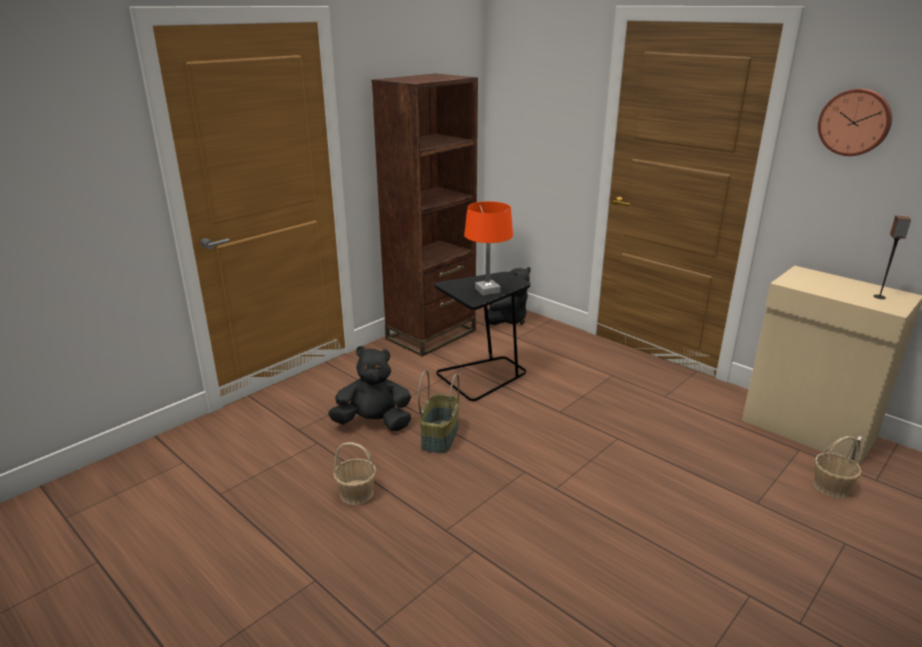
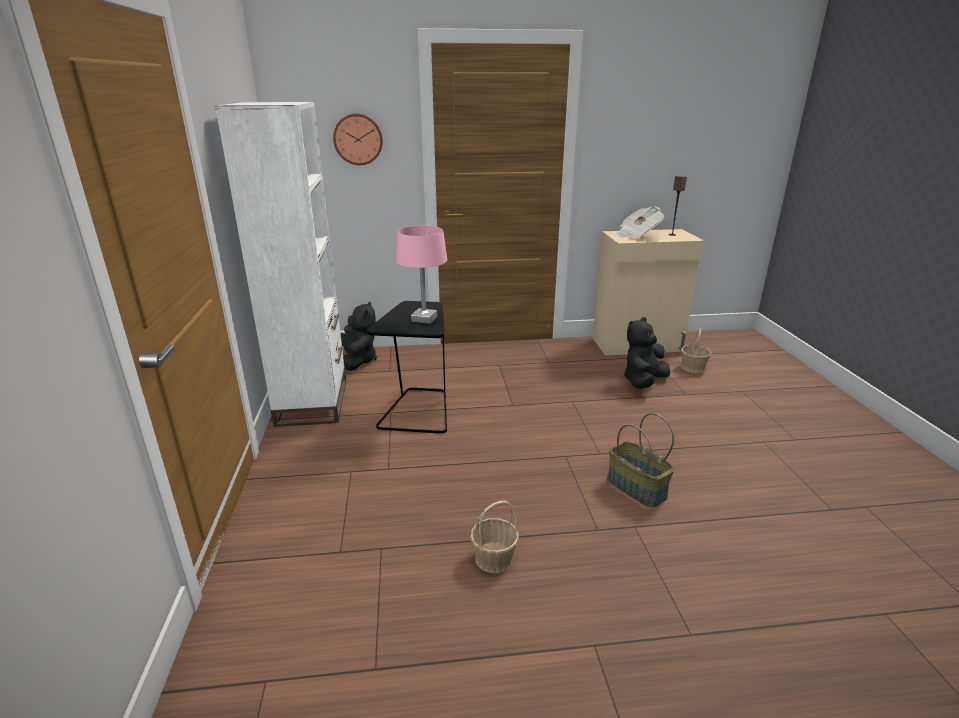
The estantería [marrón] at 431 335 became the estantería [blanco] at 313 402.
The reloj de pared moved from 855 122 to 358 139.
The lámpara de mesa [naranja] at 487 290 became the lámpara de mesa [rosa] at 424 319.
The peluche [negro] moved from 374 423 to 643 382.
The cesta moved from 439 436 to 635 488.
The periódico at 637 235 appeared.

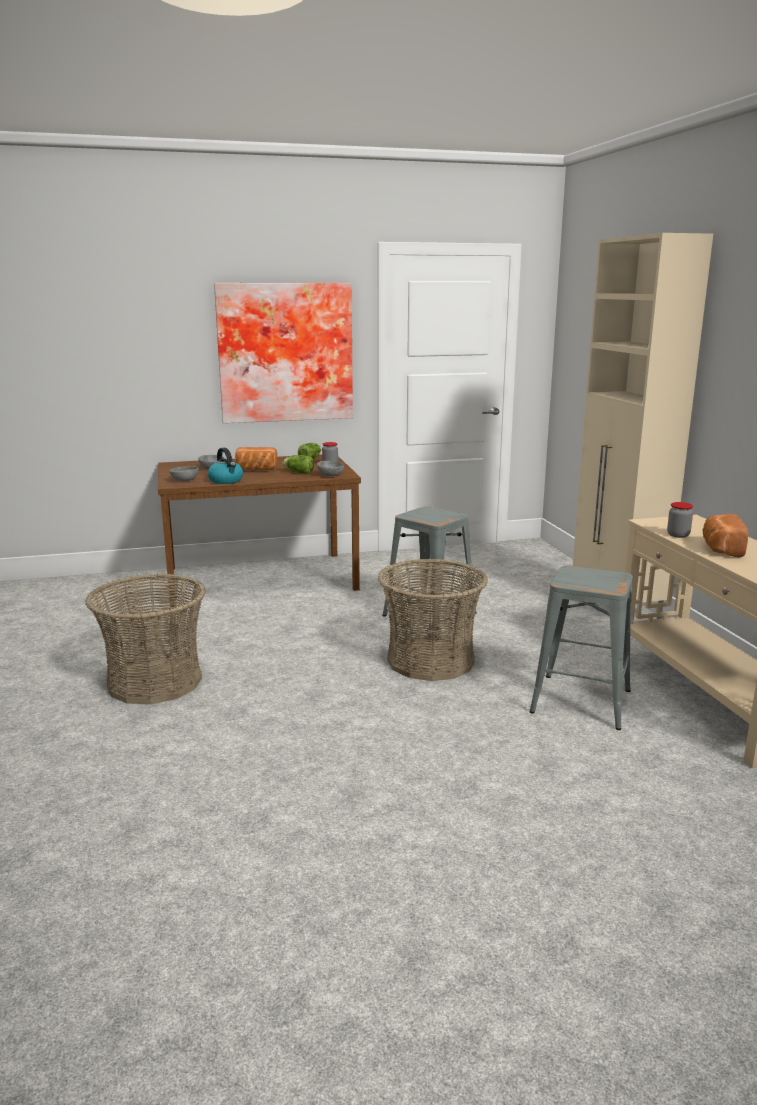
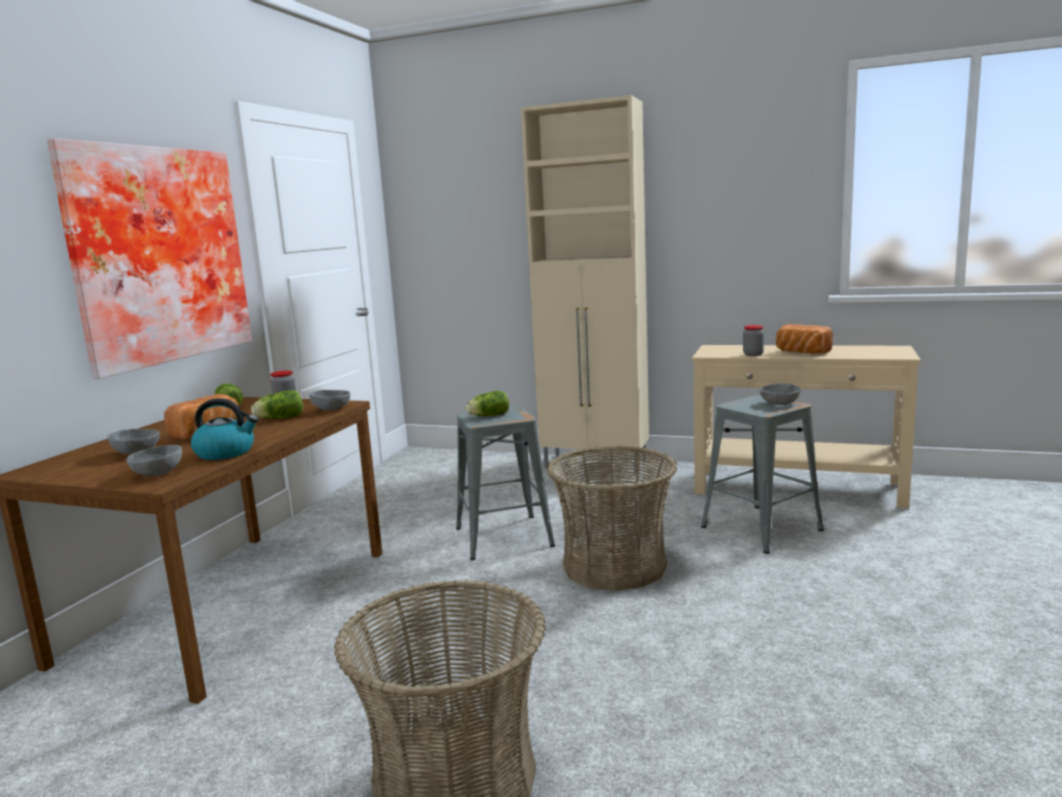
The cuenco [gris] at 779 404 appeared.
The lechuga at 487 416 appeared.

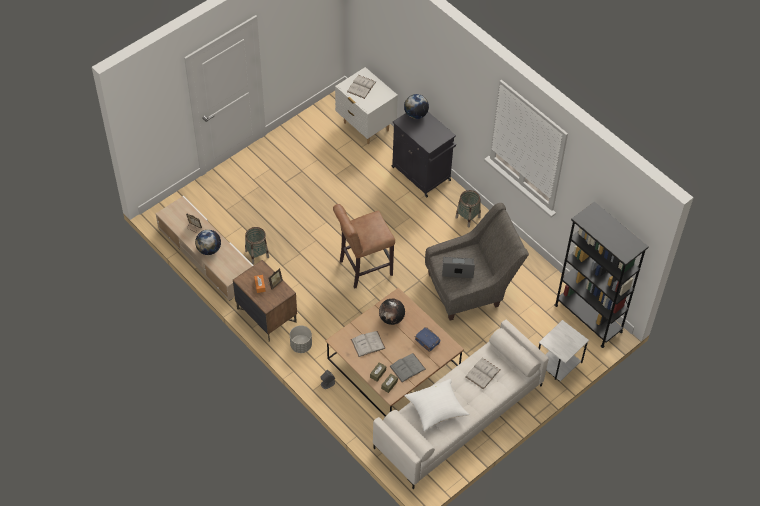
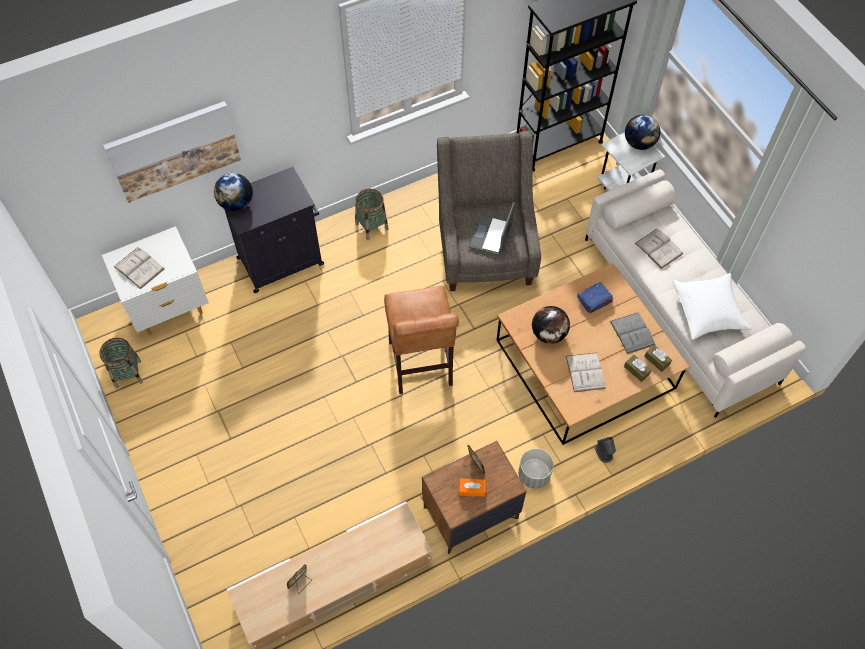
The cesta moved from 257 254 to 128 373.
The globo terráqueo moved from 209 249 to 639 143.
The cuadro at 174 150 appeared.

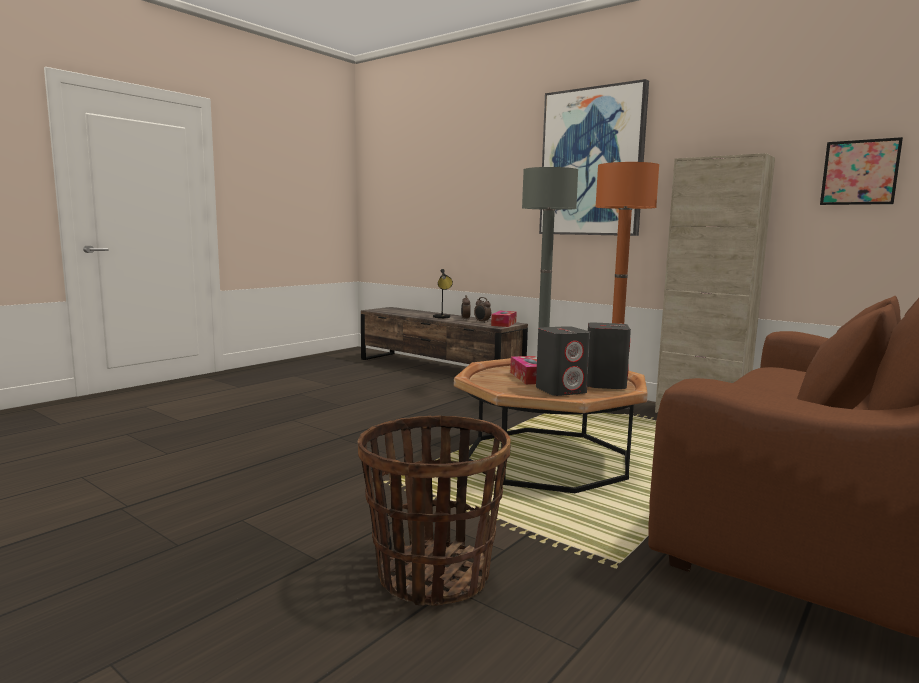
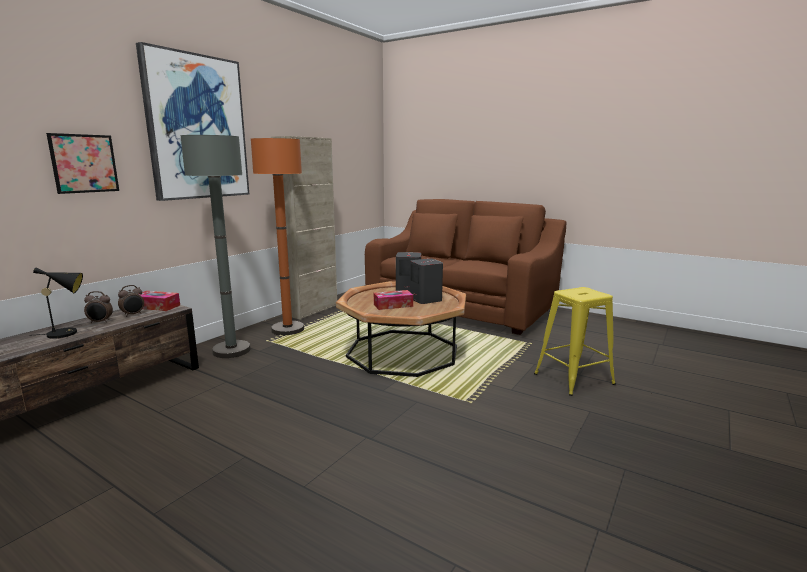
The cuadro moved from 859 172 to 84 163.
The cesta at 432 575 was replaced by the taburete [amarillo] at 573 379.

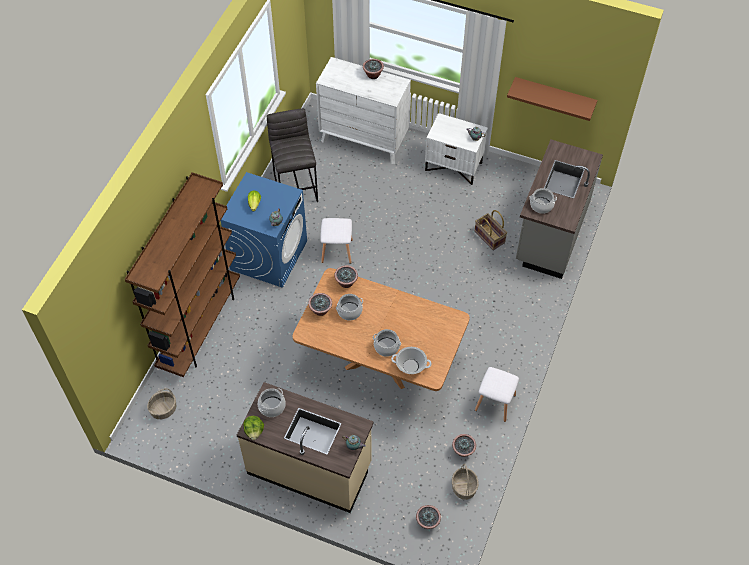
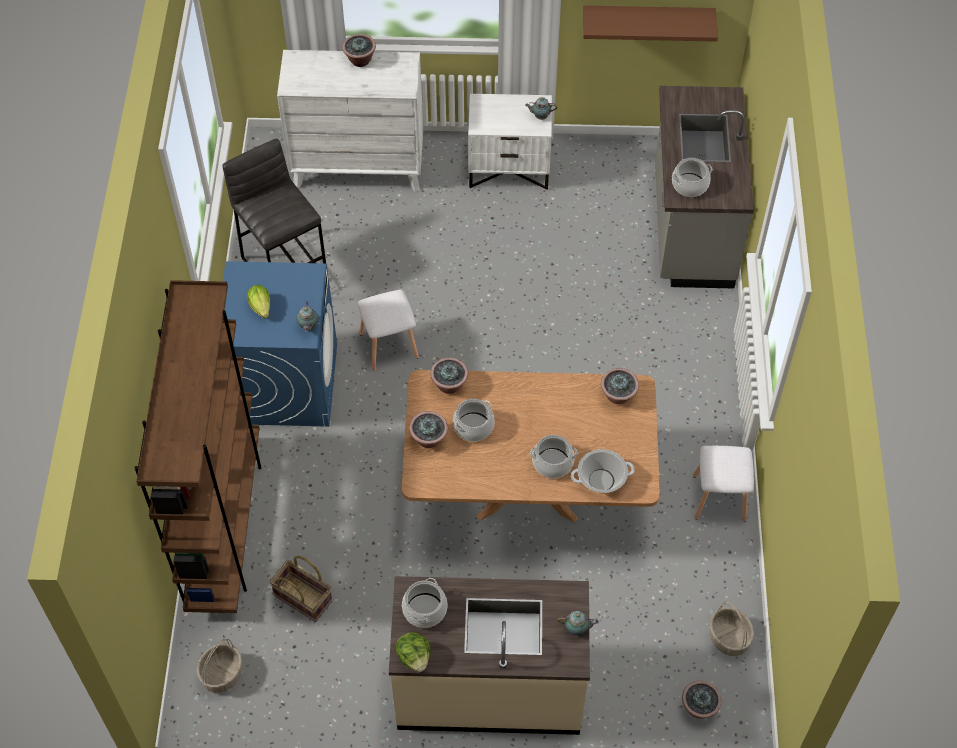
The cesta moved from 490 237 to 304 597.
The planta en maceta moved from 463 451 to 618 396.

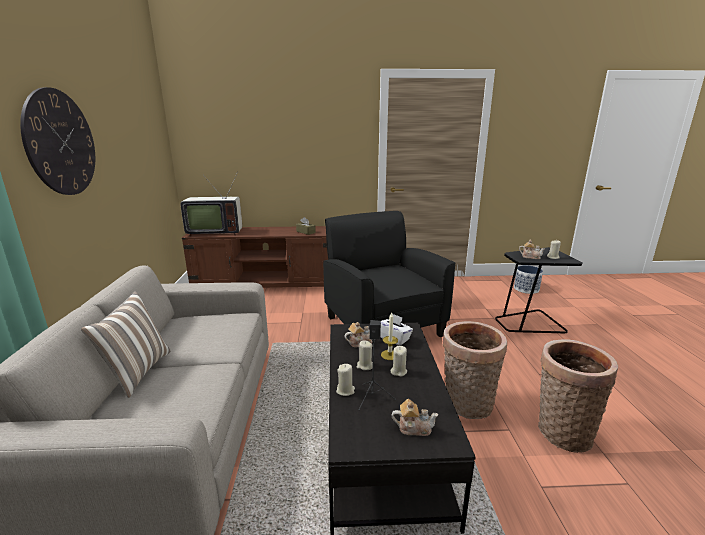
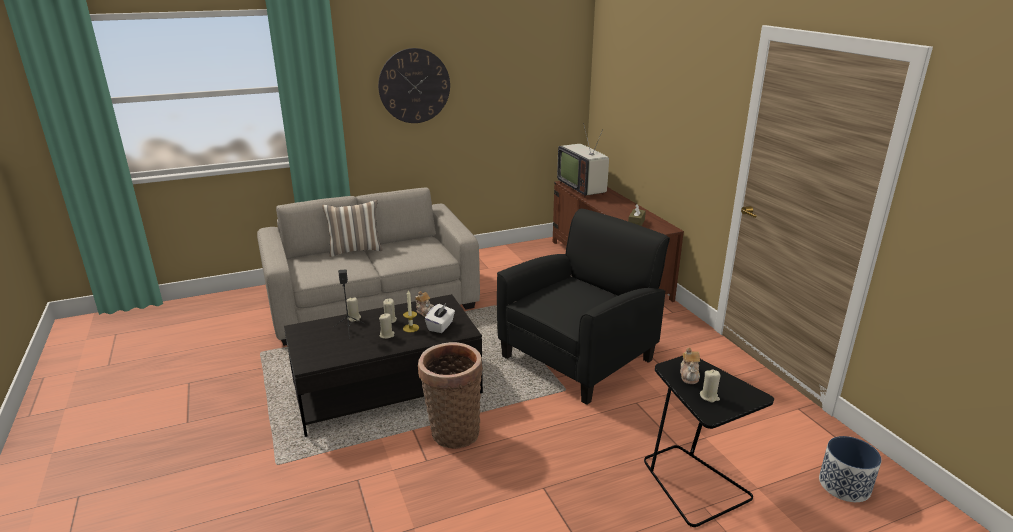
The cesta at 561 431 disappeared.
The tetera at 413 428 disappeared.

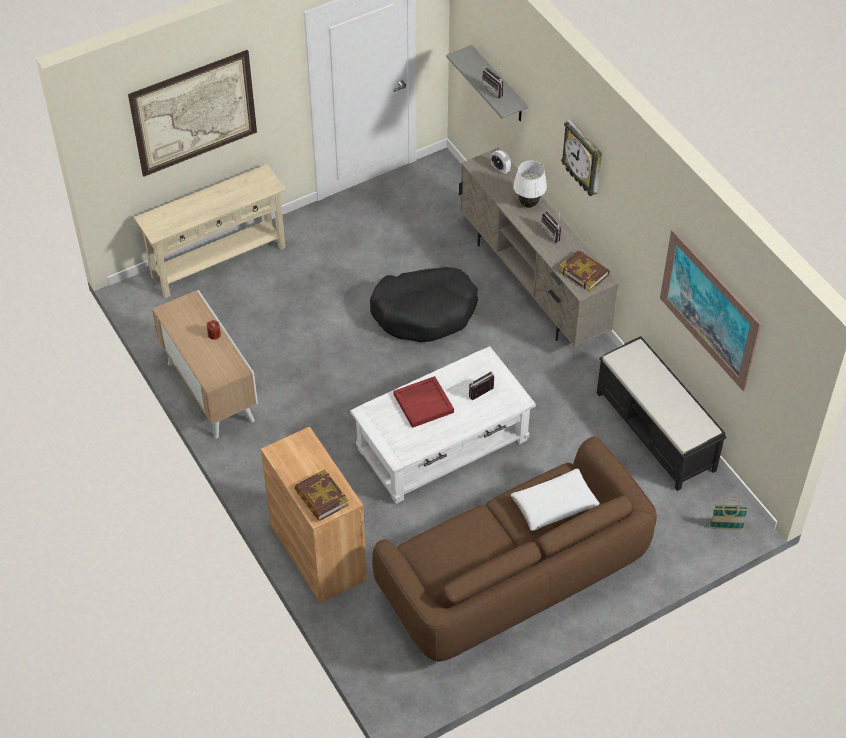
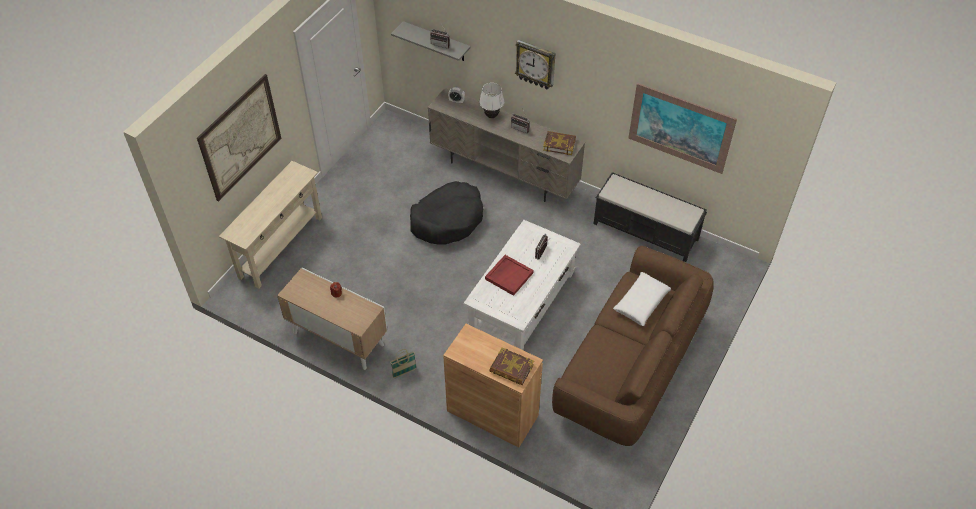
The cesta moved from 726 527 to 404 372.

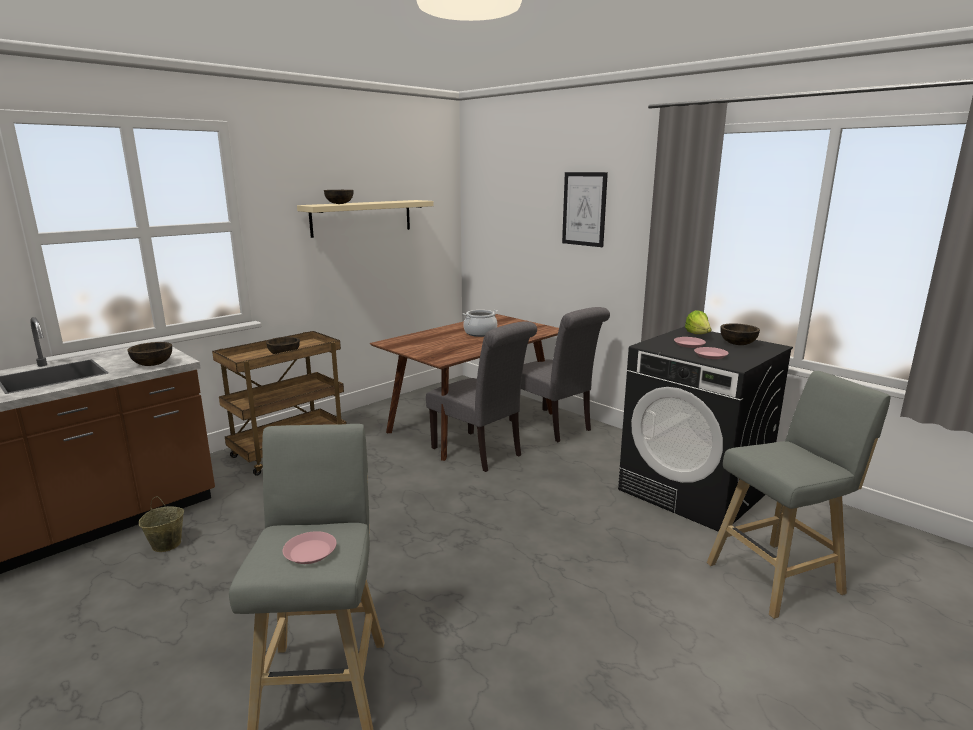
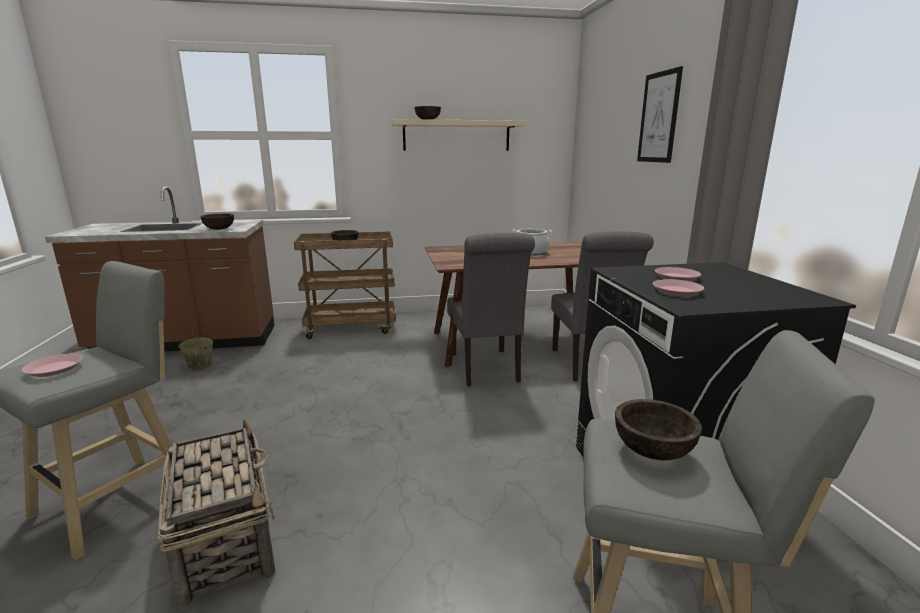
The lechuga at 698 335 disappeared.
The cuenco [marrón] moved from 737 344 to 652 450.
The cesta at 225 540 appeared.

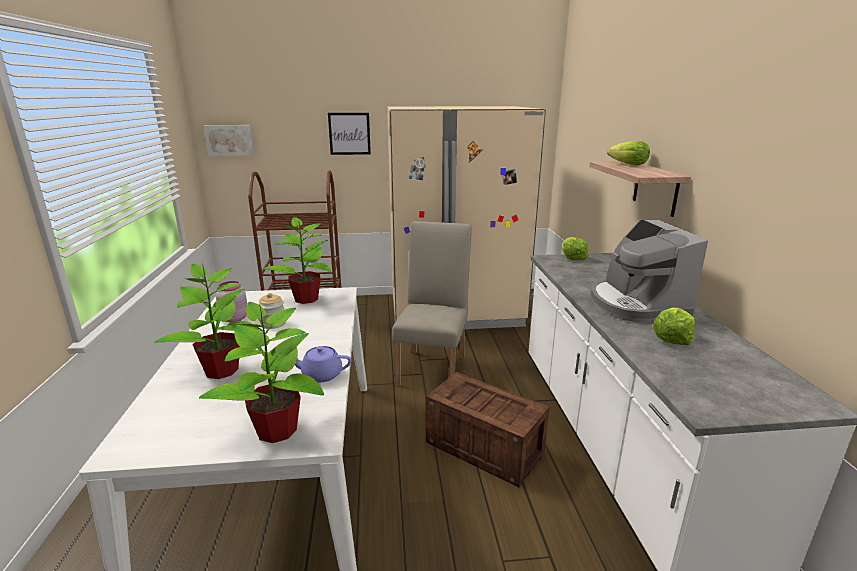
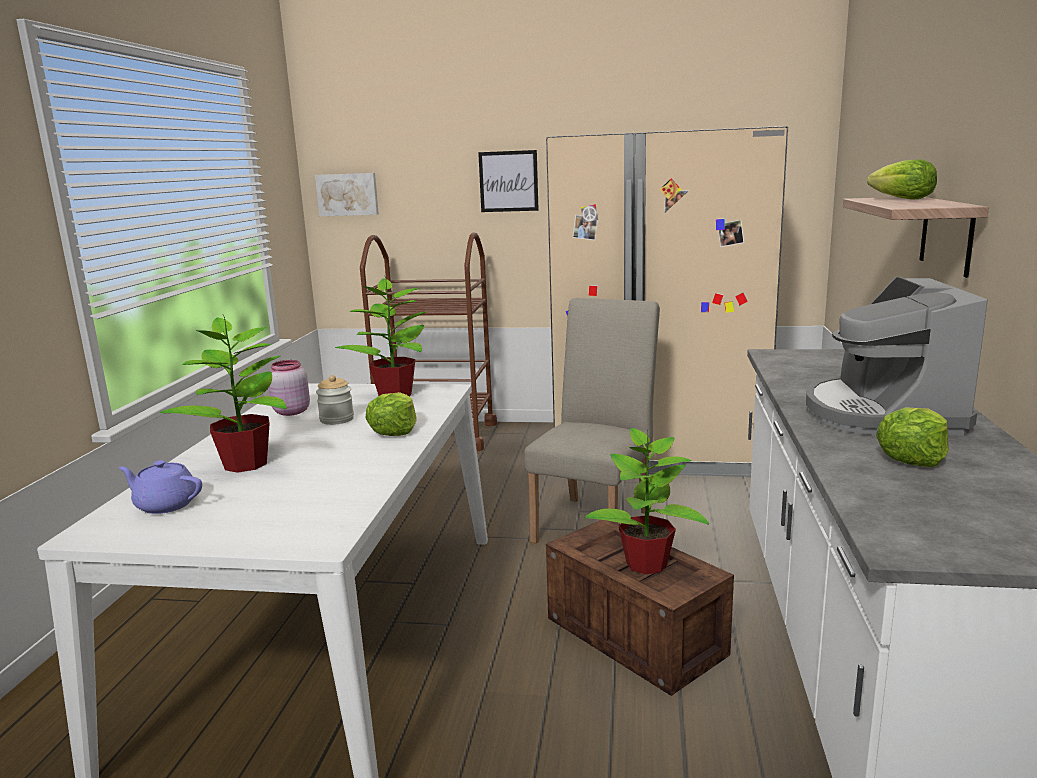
The lechuga moved from 572 258 to 394 430.
The planta en maceta moved from 276 431 to 646 564.
The tetera [morado] moved from 321 375 to 165 505.

